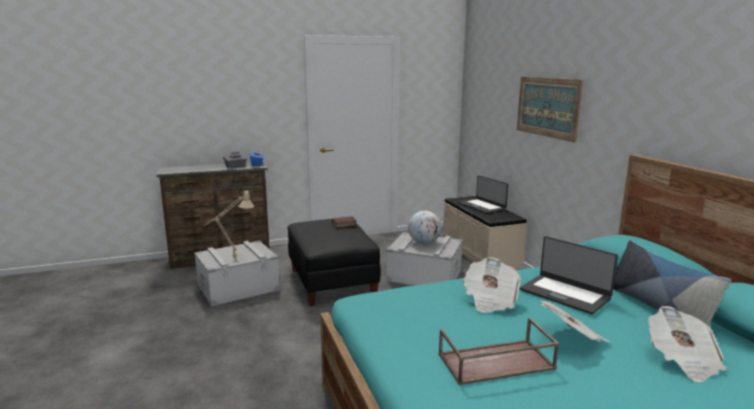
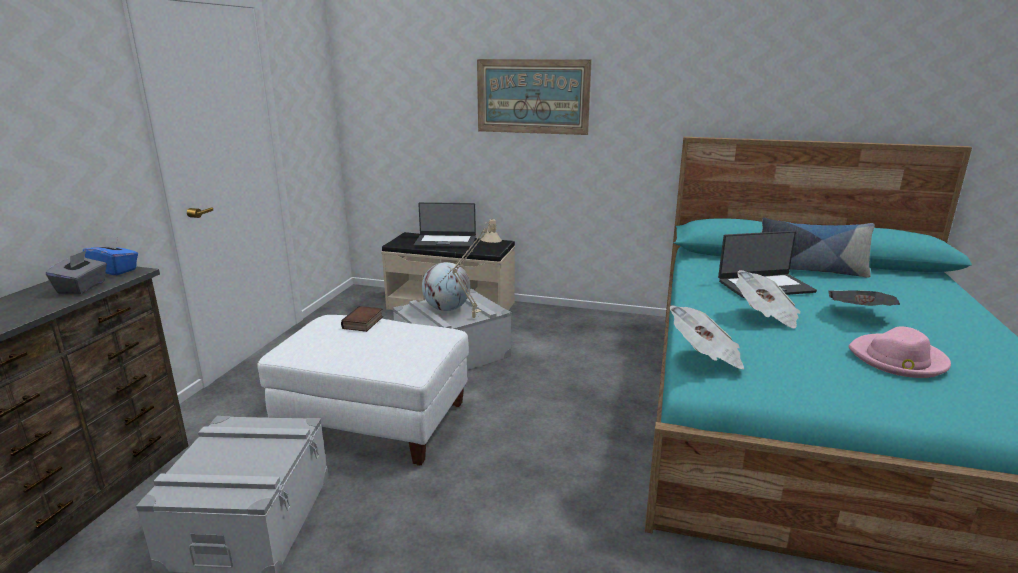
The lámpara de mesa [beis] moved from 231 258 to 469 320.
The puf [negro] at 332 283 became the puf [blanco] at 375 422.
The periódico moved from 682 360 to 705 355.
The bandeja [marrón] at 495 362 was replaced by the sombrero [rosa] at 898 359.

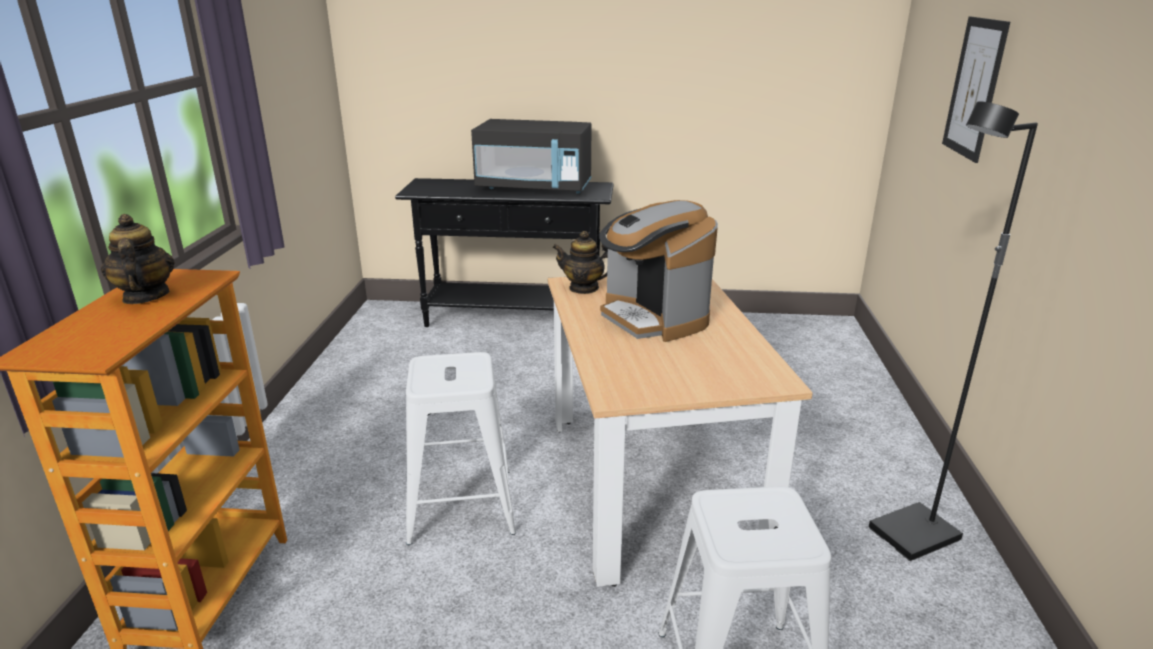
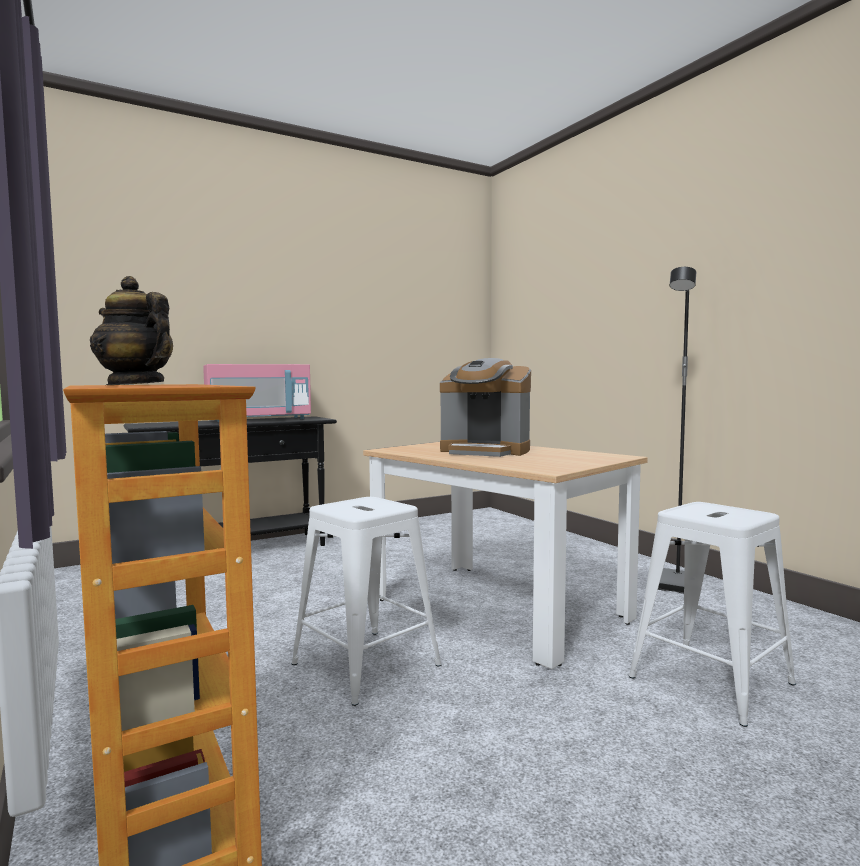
The cuadro at 974 88 disappeared.
The microondas [negro] at 534 187 became the microondas [rosa] at 258 420.
The tetera at 584 288 disappeared.

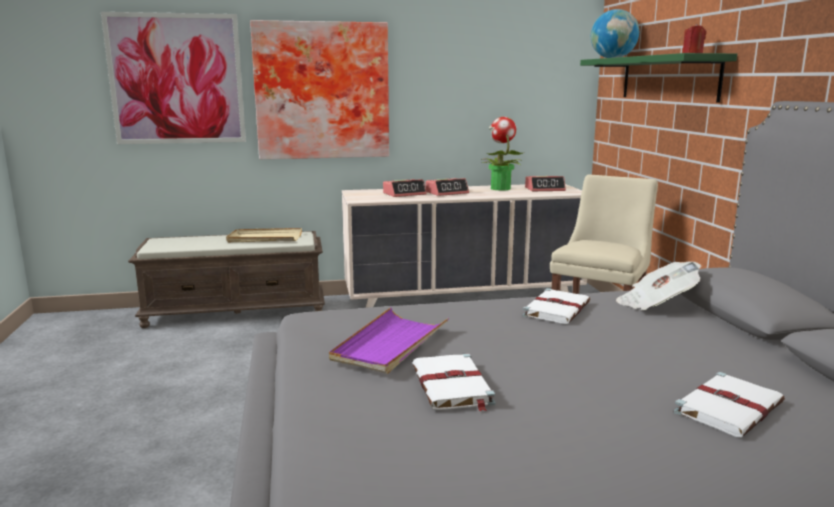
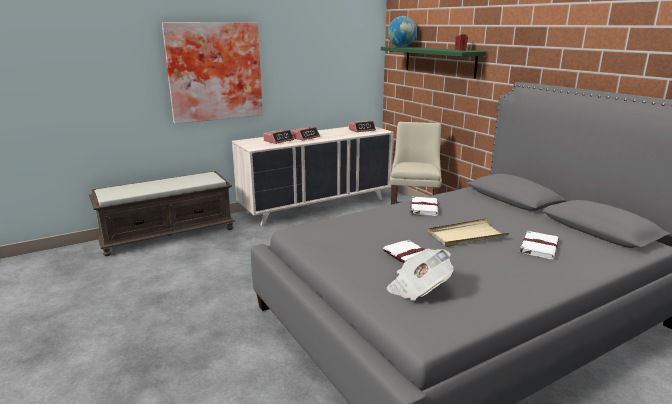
The cuadro at 176 79 disappeared.
The planta en maceta at 500 188 disappeared.
The bandeja [beis] moved from 264 238 to 466 235.
The periódico moved from 656 304 to 418 288.
The bandeja [morado] at 390 344 disappeared.

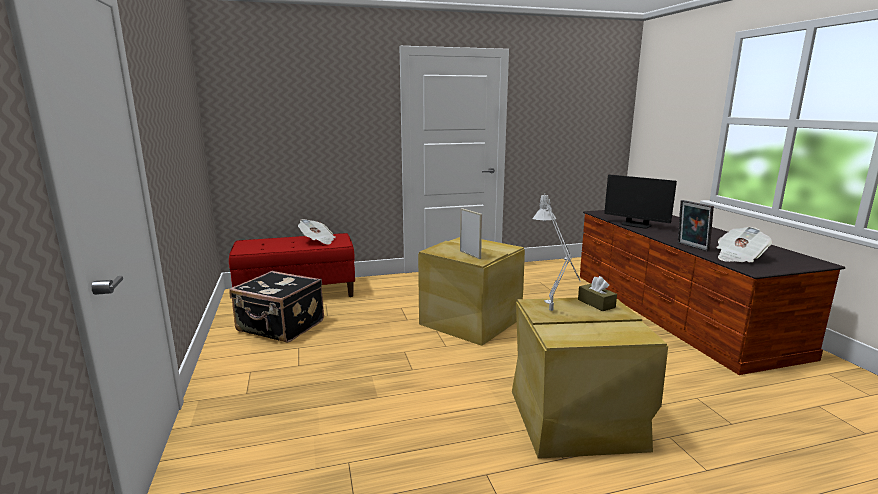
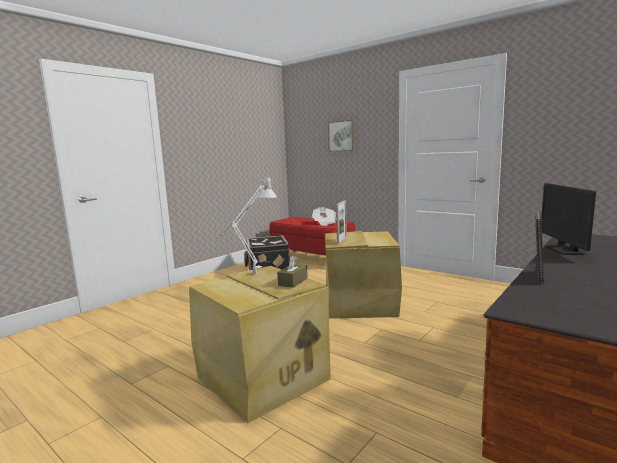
The periódico at 738 257 disappeared.
The cuadro at 342 136 appeared.

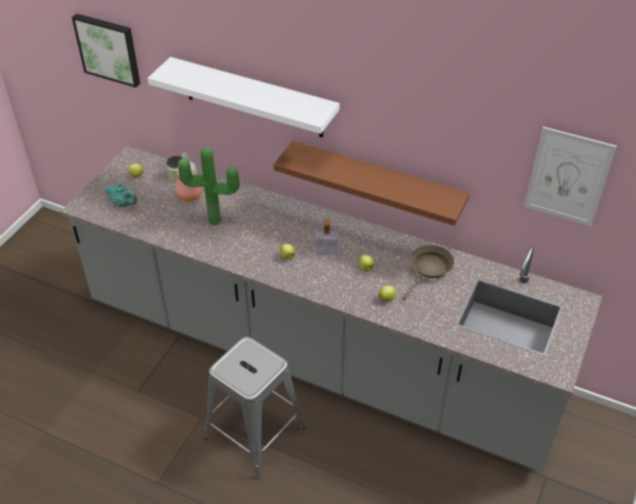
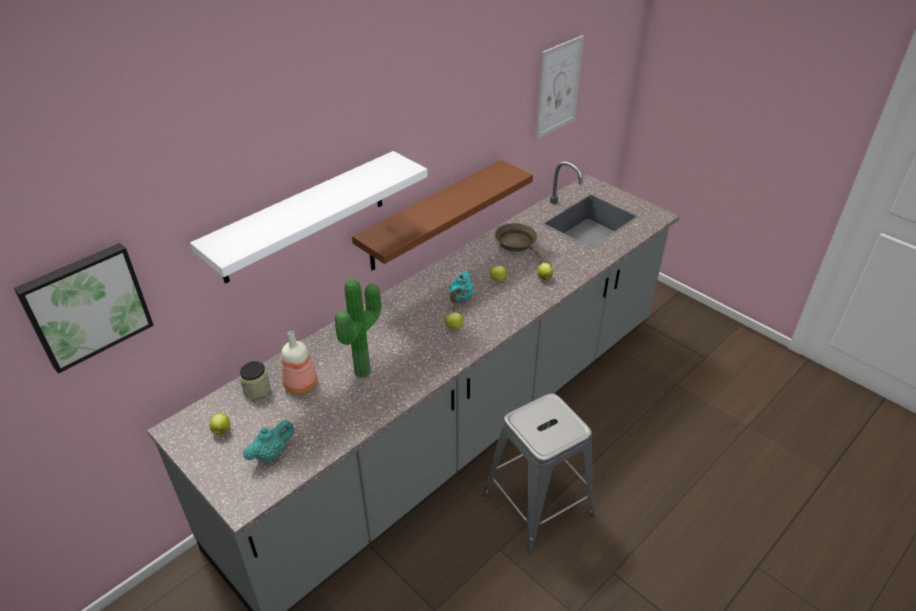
The dispensador de jabón at 326 251 was replaced by the tetera [turquesa] at 460 298.

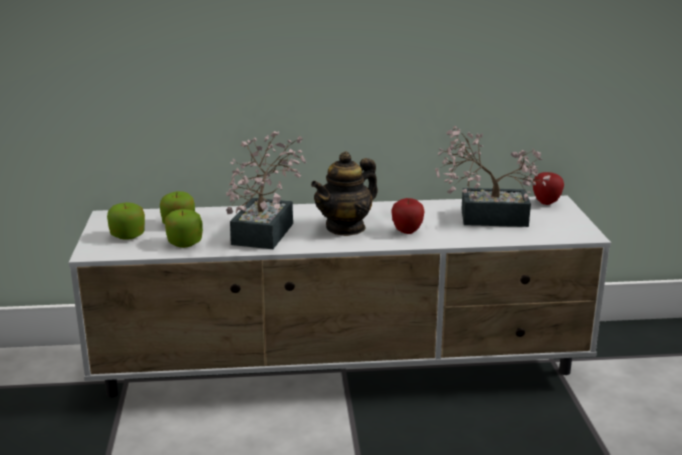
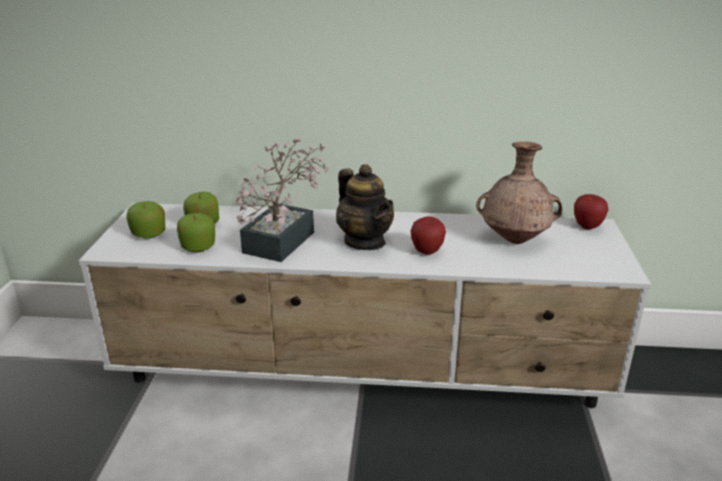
The planta en maceta at 485 217 was replaced by the florero [marrón] at 515 240.
The tetera at 345 228 turned 90 degrees counterclockwise.

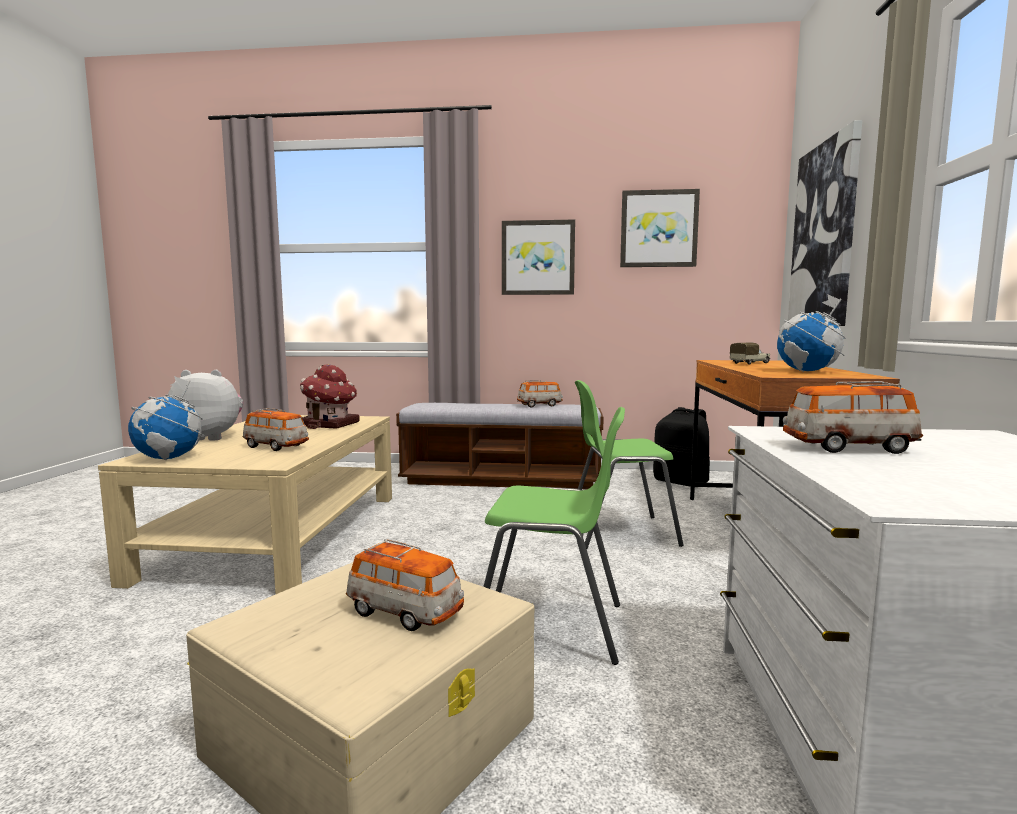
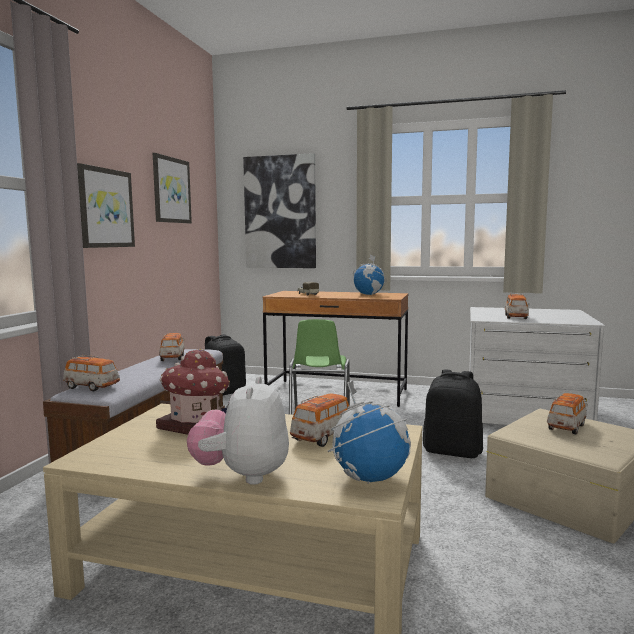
The silla [verde] at 551 626 was replaced by the mochila [negro] at 452 451.
The coche de juguete at 92 387 appeared.

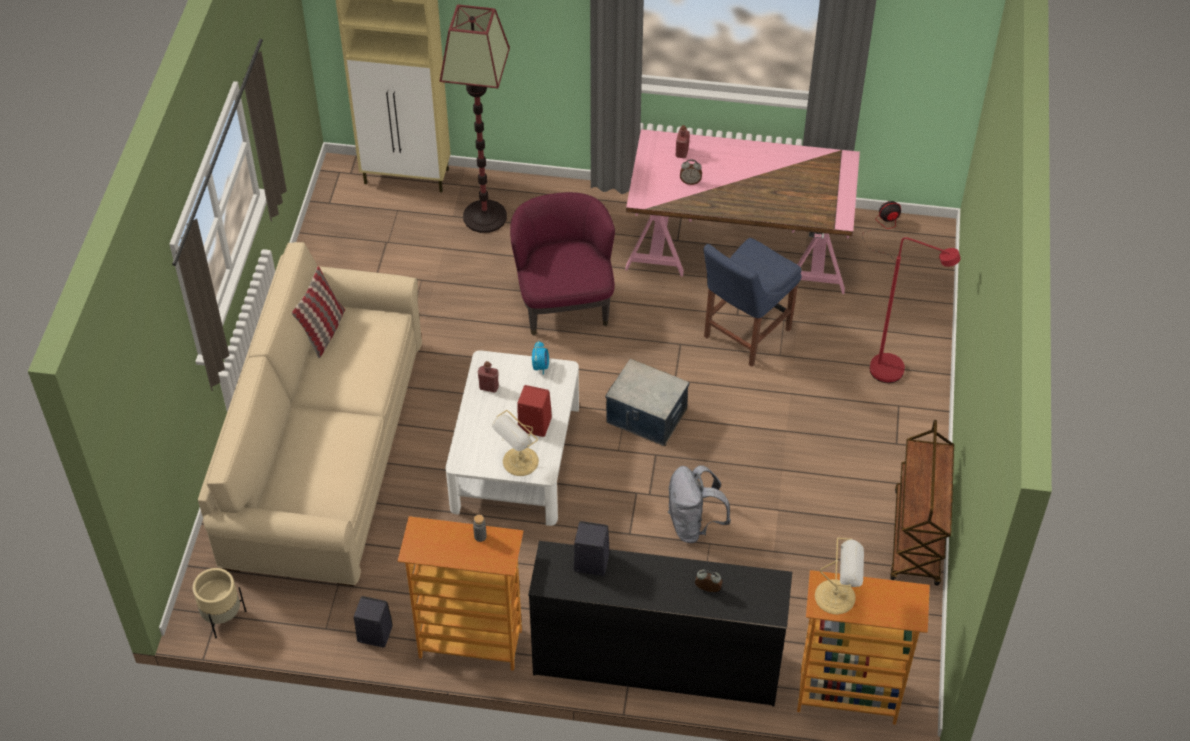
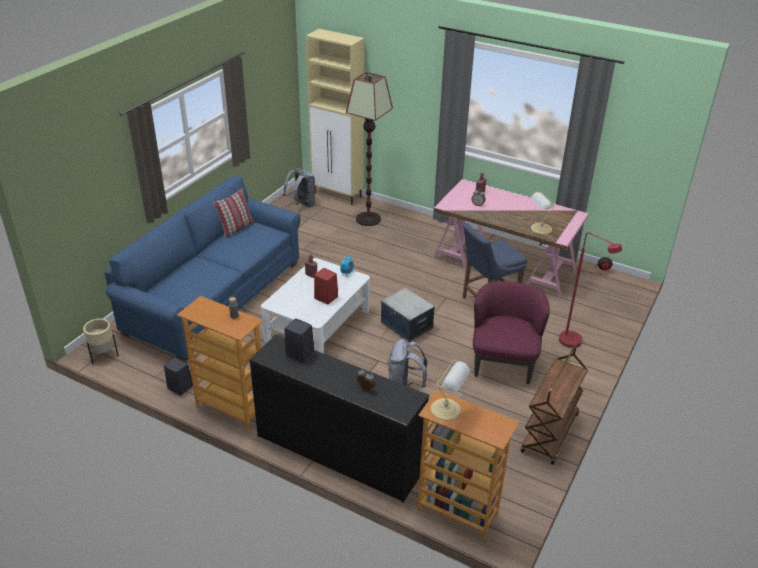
The sillón [morado] moved from 564 303 to 503 363.
The sofá [beis] at 324 452 became the sofá [azul] at 214 296.
The lámpara de mesa moved from 519 462 to 540 229.
The mochila [gris] at 302 204 appeared.

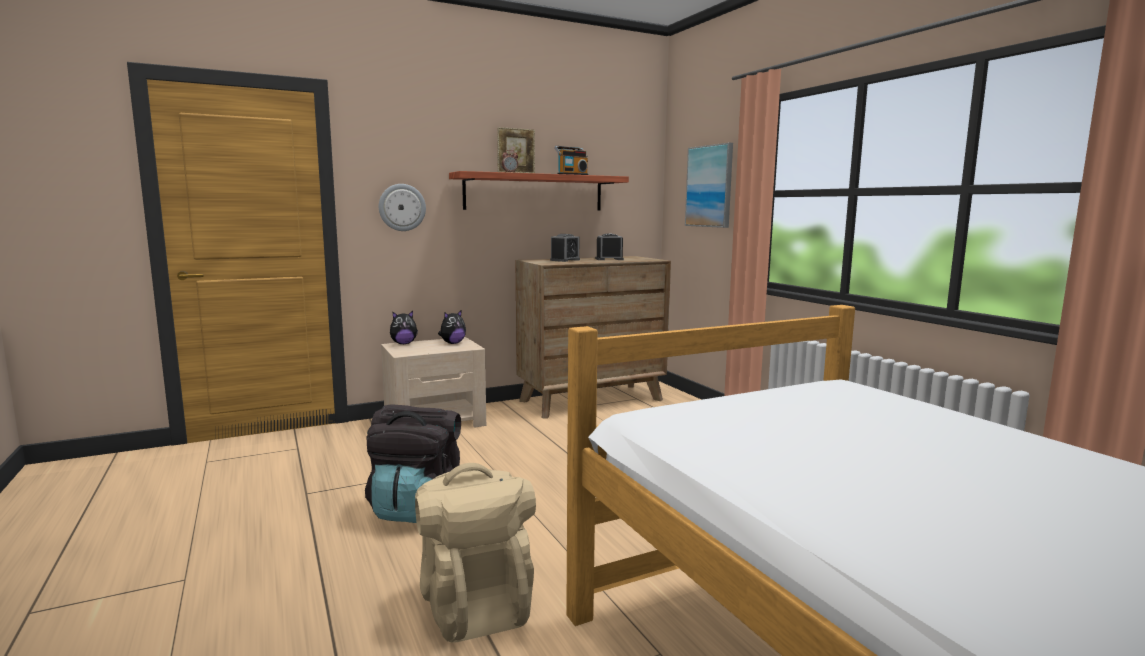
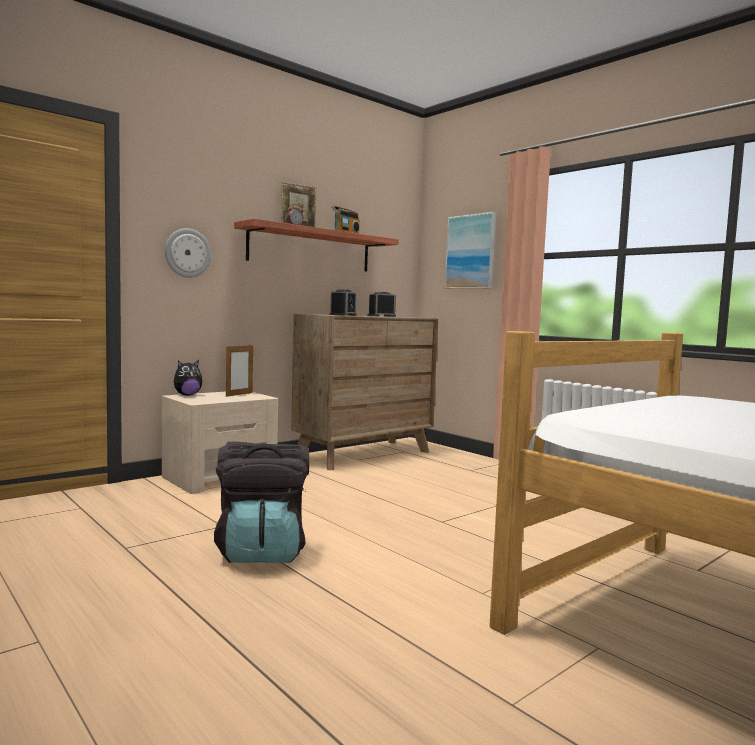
The peluche at 452 343 was replaced by the portarretratos at 239 394.
The mochila [beis] at 475 603 disappeared.

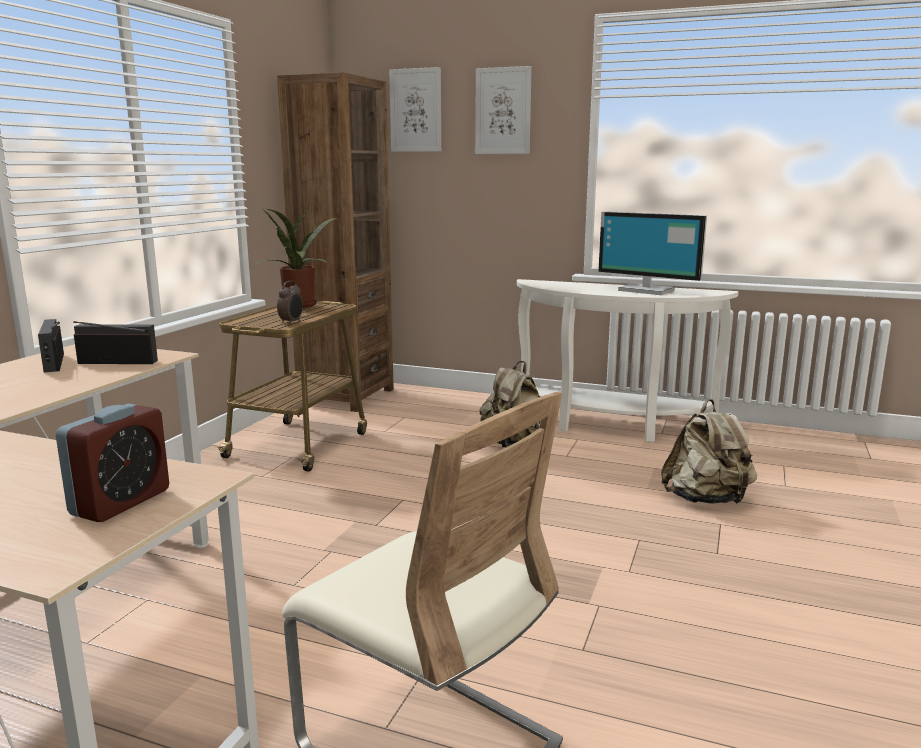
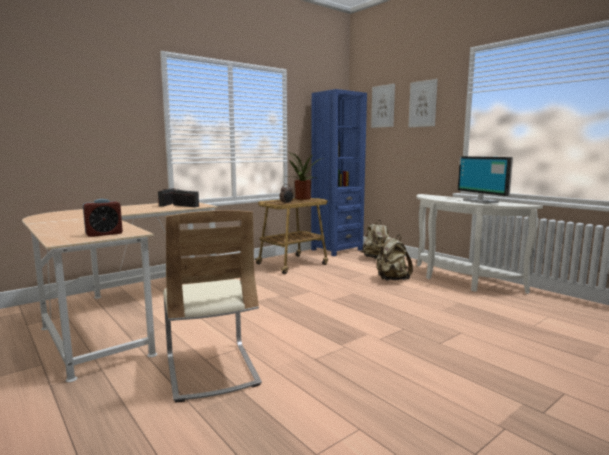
The estantería [marrón] at 346 396 became the estantería [azul] at 336 250.
The mochila [beis] moved from 706 500 to 376 258.

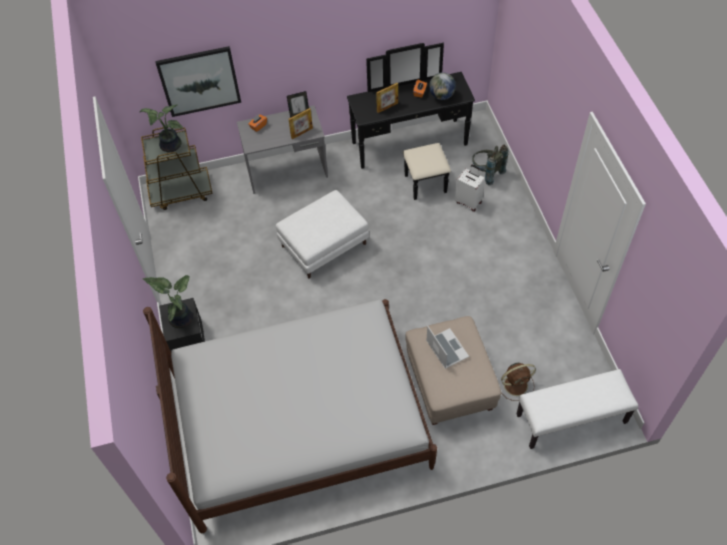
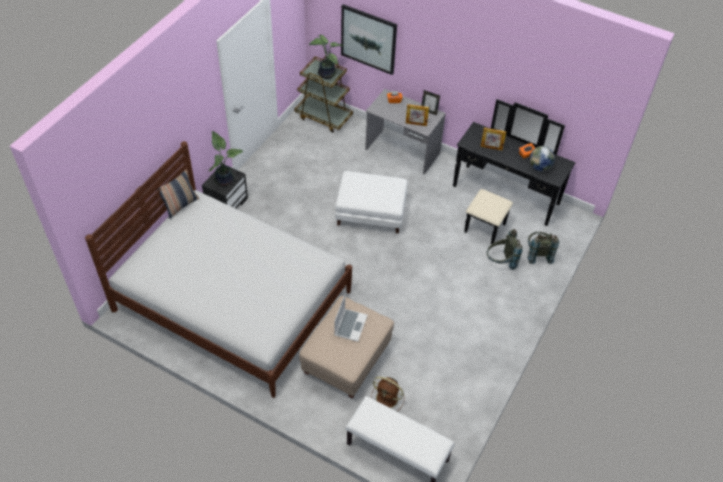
The maleta [blanco] at 468 202 was replaced by the mochila [gris] at 500 262.
The cojín at 180 205 appeared.

